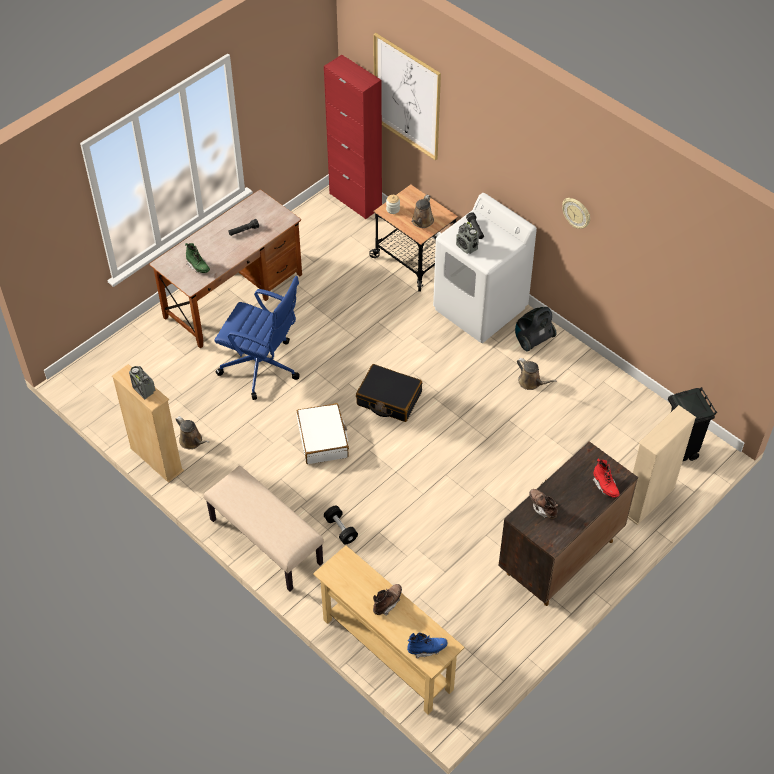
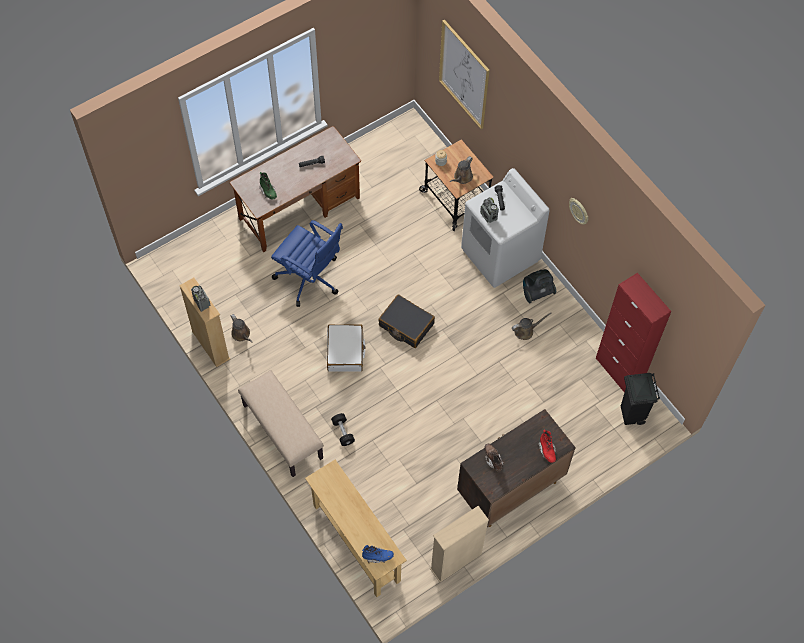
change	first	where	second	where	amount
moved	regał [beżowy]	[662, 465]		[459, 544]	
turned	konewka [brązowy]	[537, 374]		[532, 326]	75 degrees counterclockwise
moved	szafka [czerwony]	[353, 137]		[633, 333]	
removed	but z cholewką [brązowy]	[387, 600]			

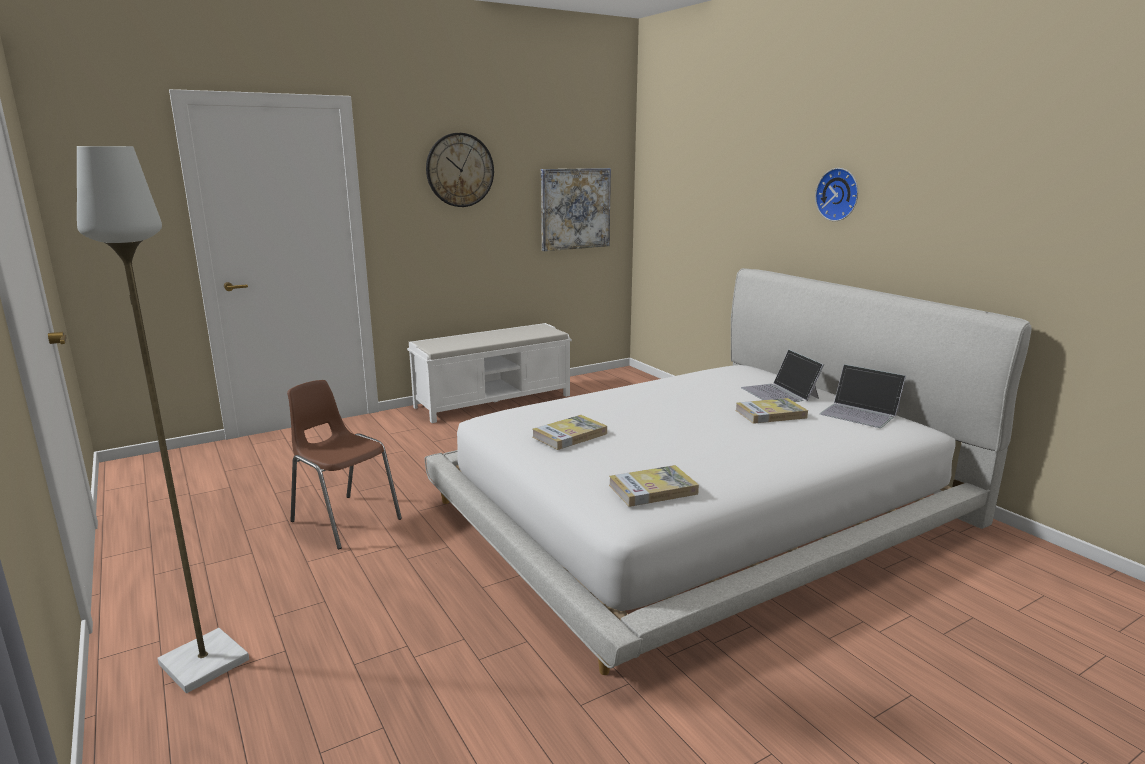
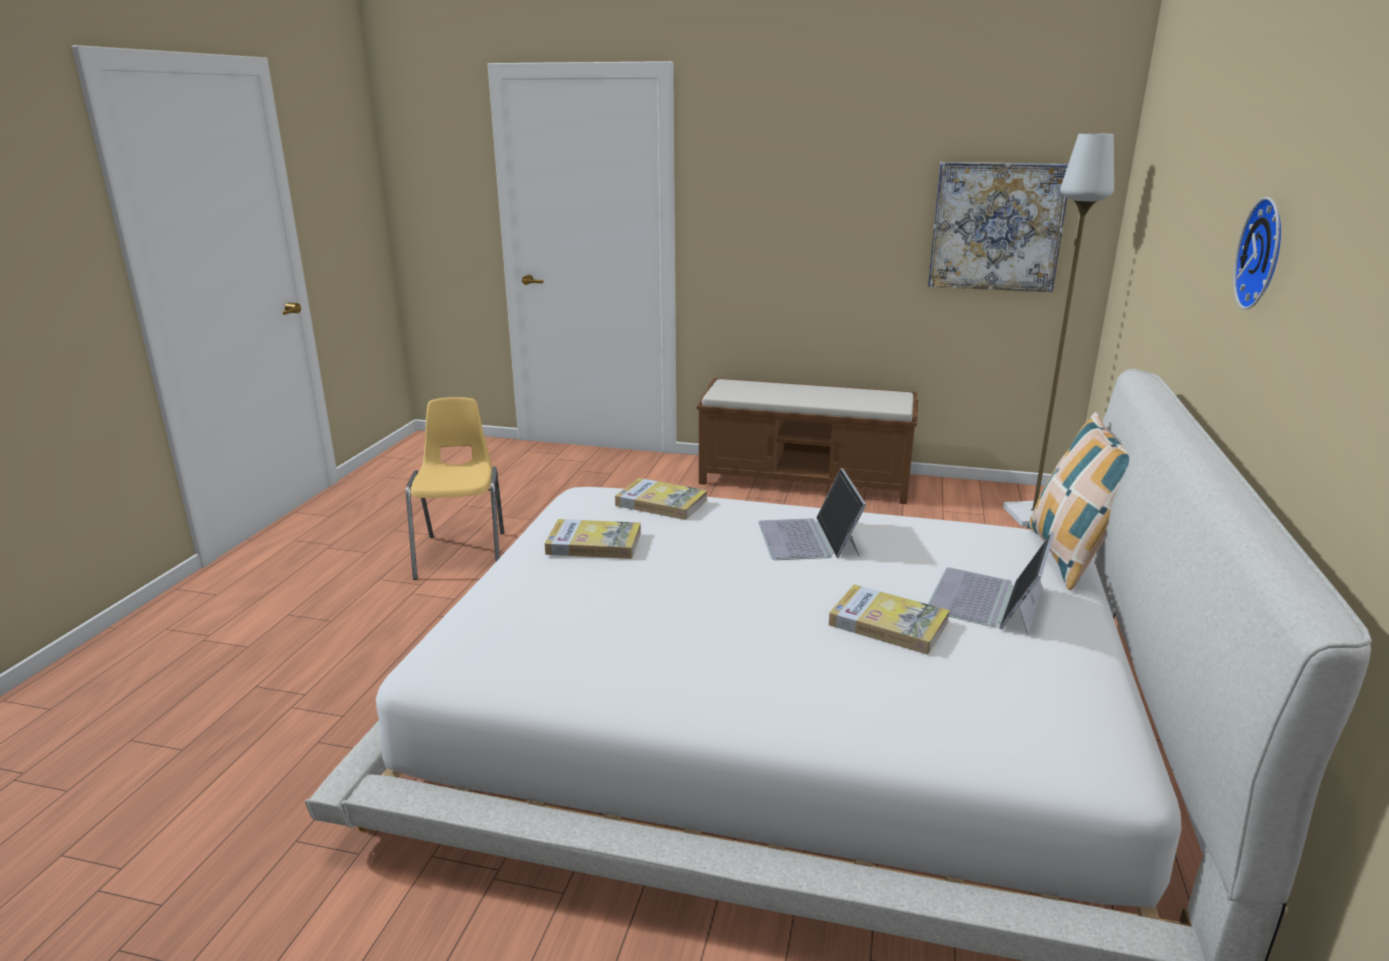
change	first	where	second	where	amount
recoloured	krzesło [brązowy]	[344, 465]	krzesło [żółty]	[455, 488]	
moved	książka	[654, 486]		[661, 499]	
recoloured	ławka [biały]	[489, 373]	ławka [brązowy]	[807, 441]	
moved	laptop	[862, 396]		[812, 514]	
moved	lampa stojąca [szary]	[163, 419]		[1058, 330]	
added			poduszka	[1078, 501]	
removed	zegar ścienny	[460, 170]			

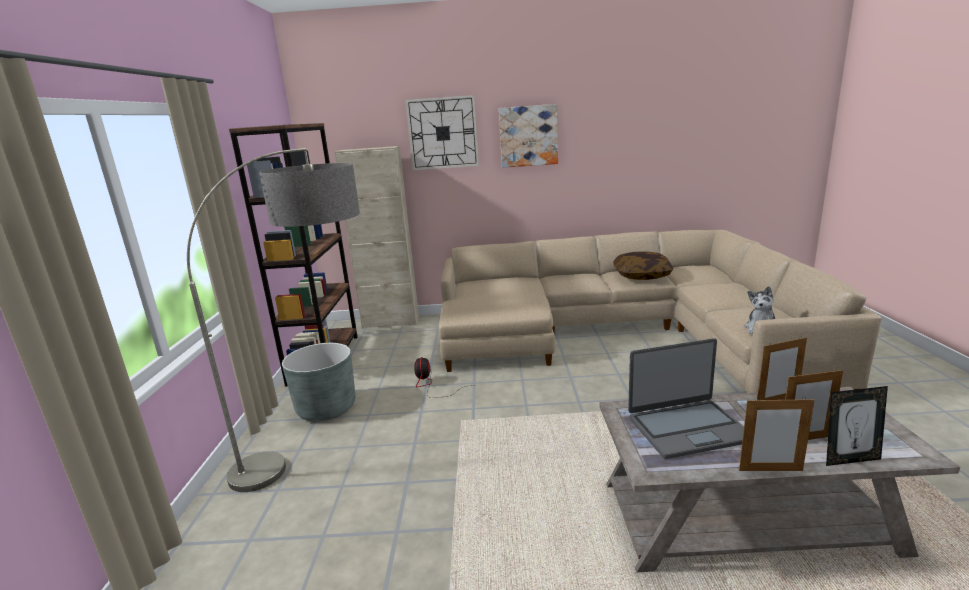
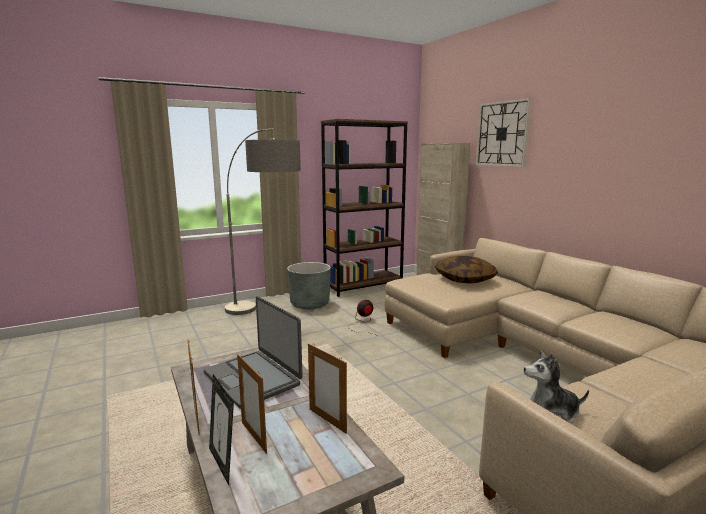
change	first	where	second	where	amount
moved	poduszka	[643, 265]		[466, 269]	
removed	obraz	[528, 136]			

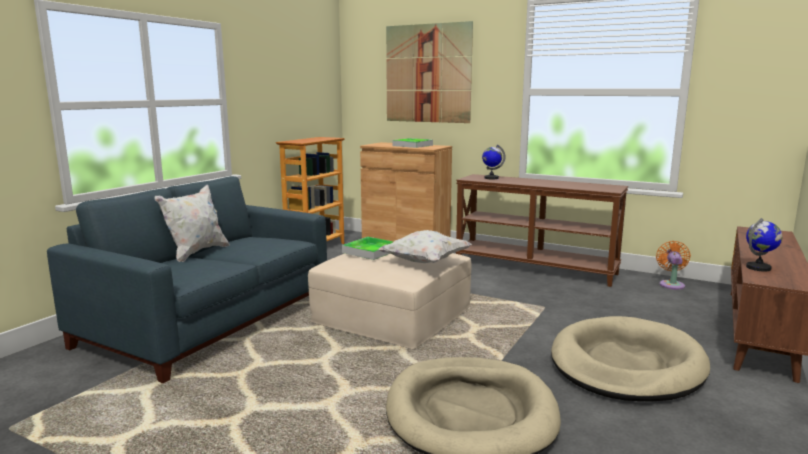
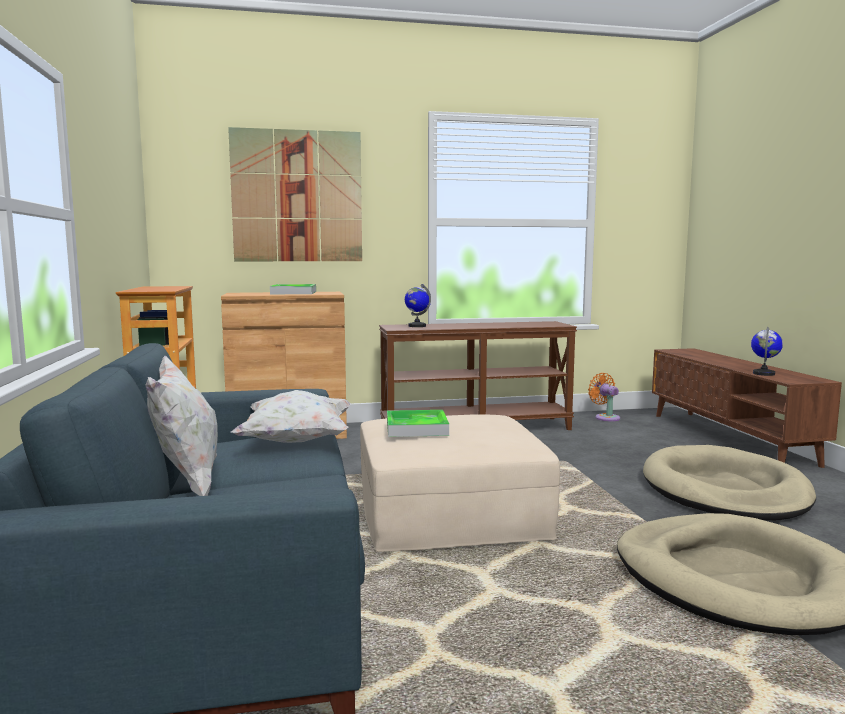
change	first	where	second	where	amount
moved	poduszka [biały]	[425, 246]		[291, 416]	

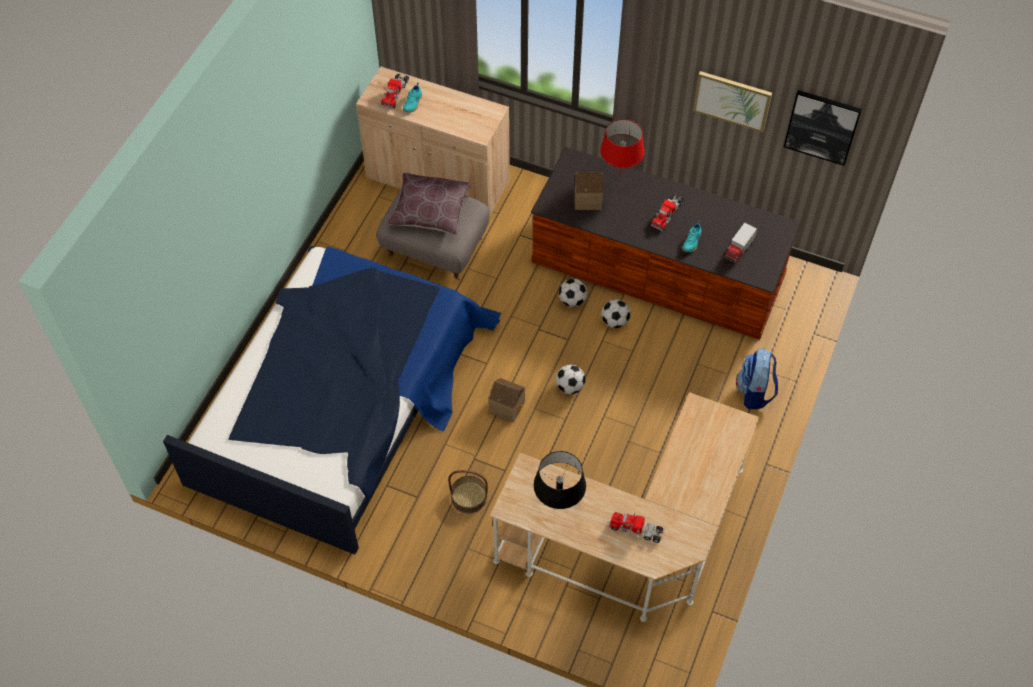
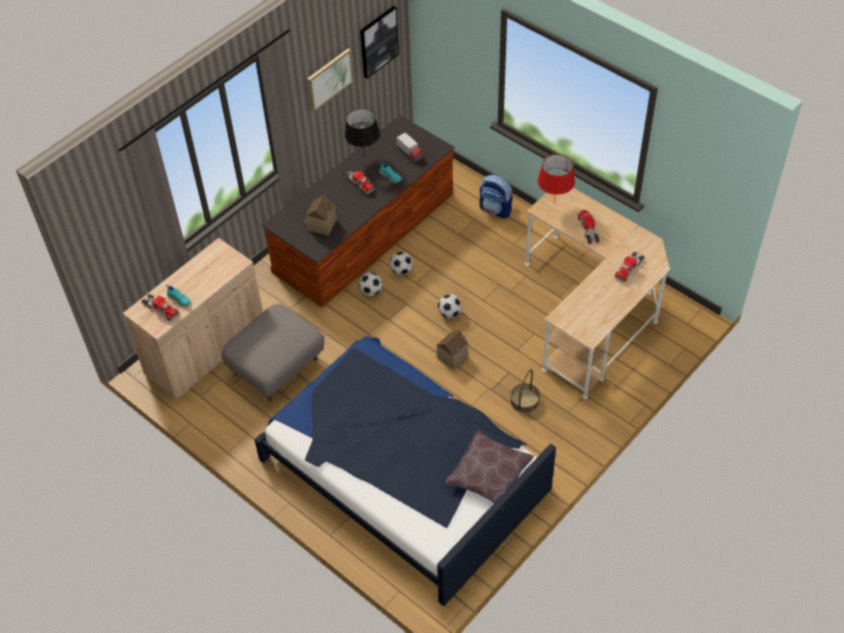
change	first	where	second	where	amount
moved	lampa stołowa [czarny]	[560, 480]		[362, 133]	
moved	poduszka [brązowy]	[429, 204]		[489, 470]	
moved	lampa stołowa [czerwony]	[622, 146]		[556, 179]	
added			ciężarówka zabawkowa	[588, 227]	

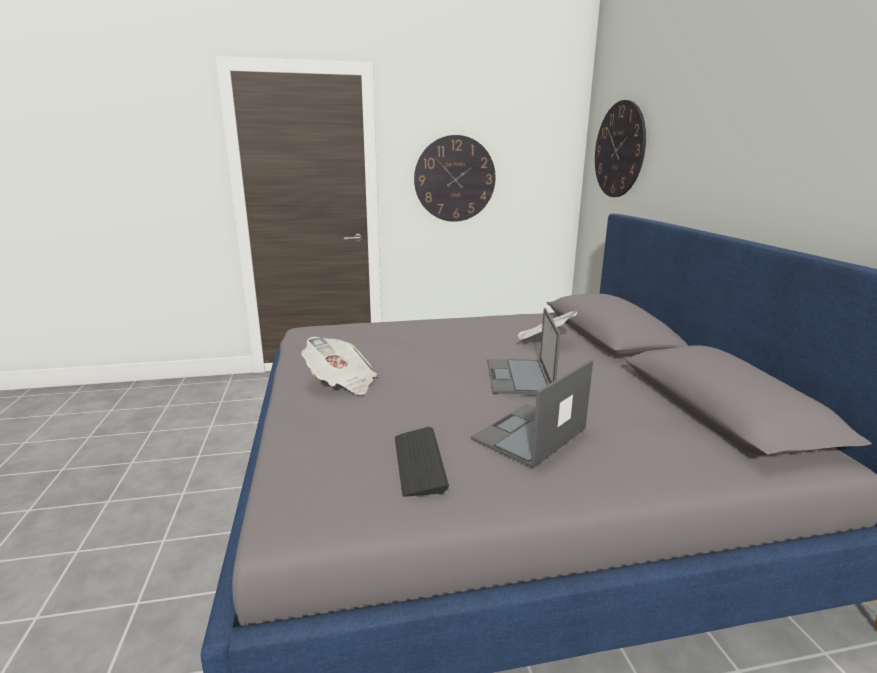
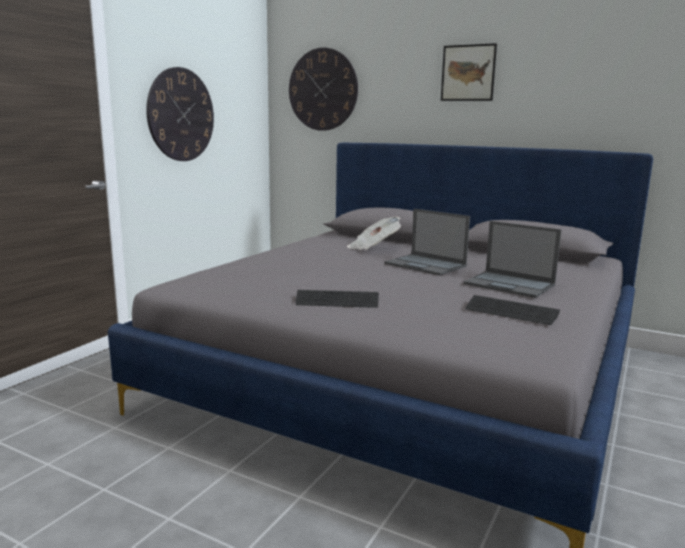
change	first	where	second	where	amount
replaced	gazeta	[339, 366]	klawiatura	[337, 299]	
added			obraz	[469, 72]	
turned	laptop	[532, 414]		[512, 259]	45 degrees counterclockwise

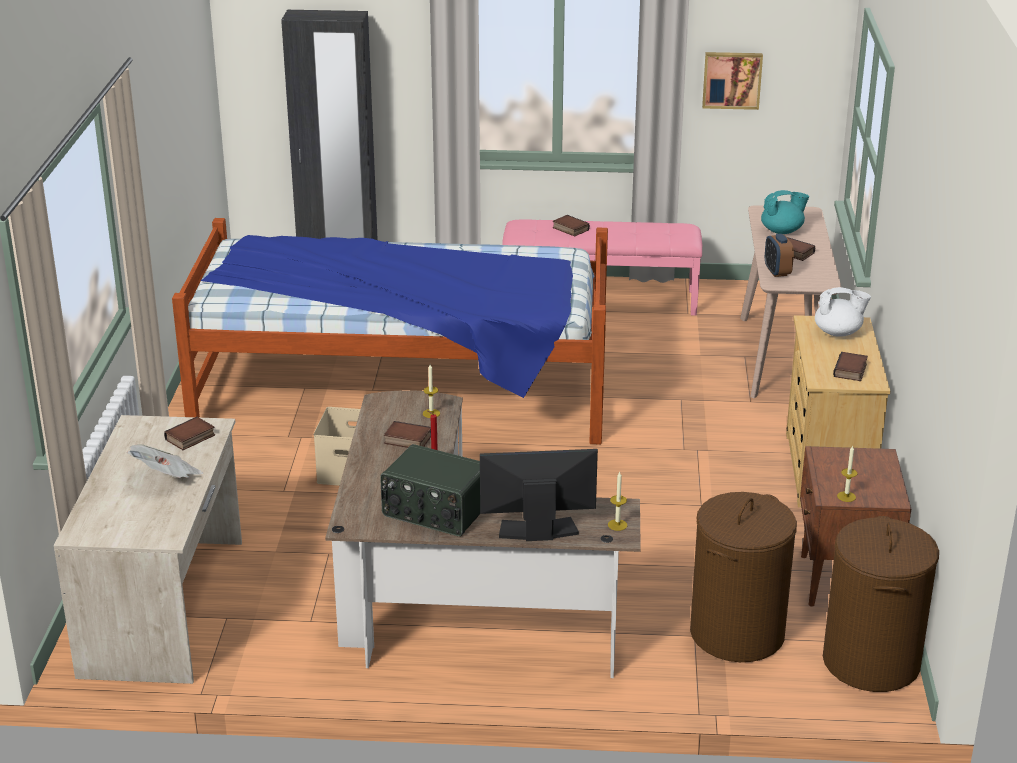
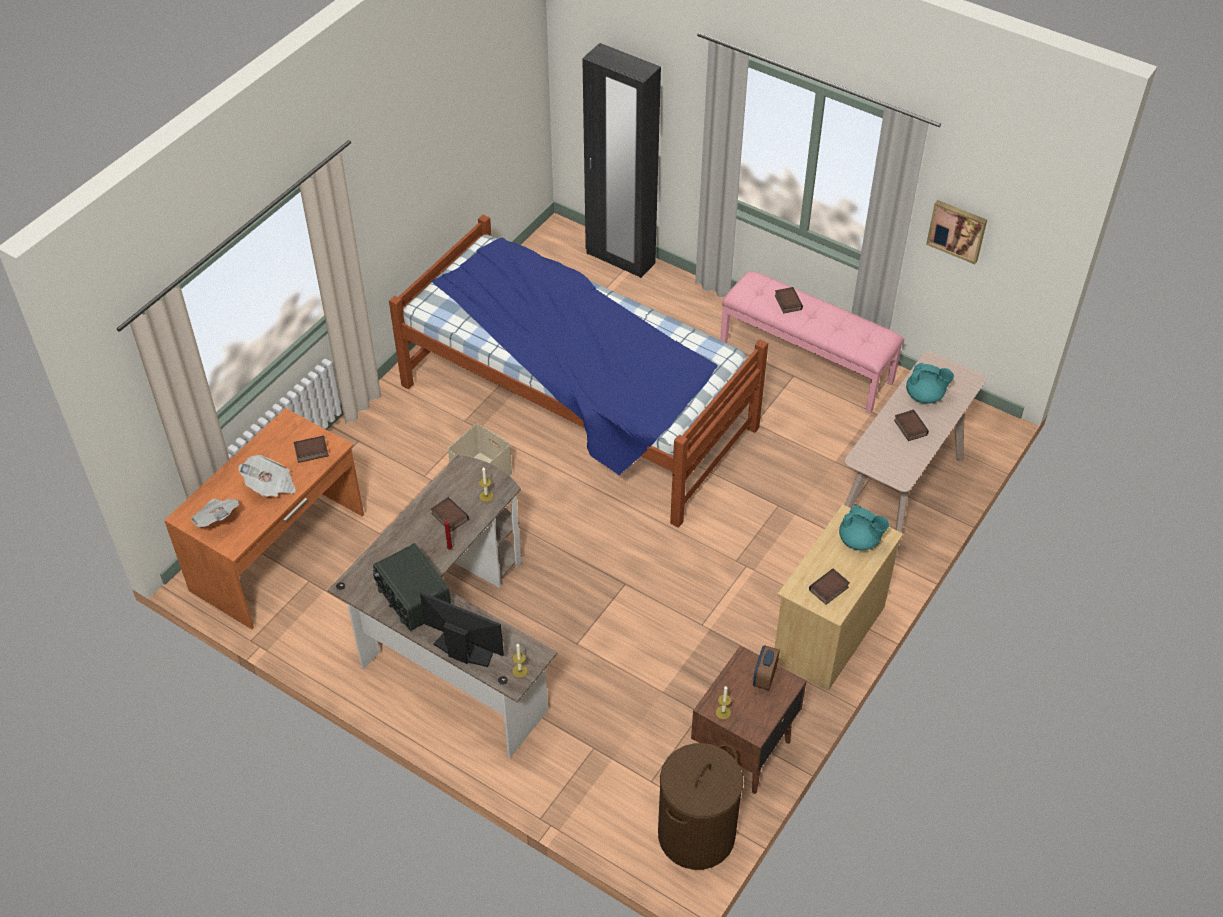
change	first	where	second	where	amount
recoloured	biurko [beżowy]	[148, 549]	biurko [pomarańczowy]	[264, 518]	
added			gazeta	[214, 513]	
moved	budzik	[779, 255]		[766, 667]	
recoloured	imbryk [biały]	[843, 312]	imbryk [turkusowy]	[864, 527]	
removed	kosz na pranie [brązowy]	[743, 577]			

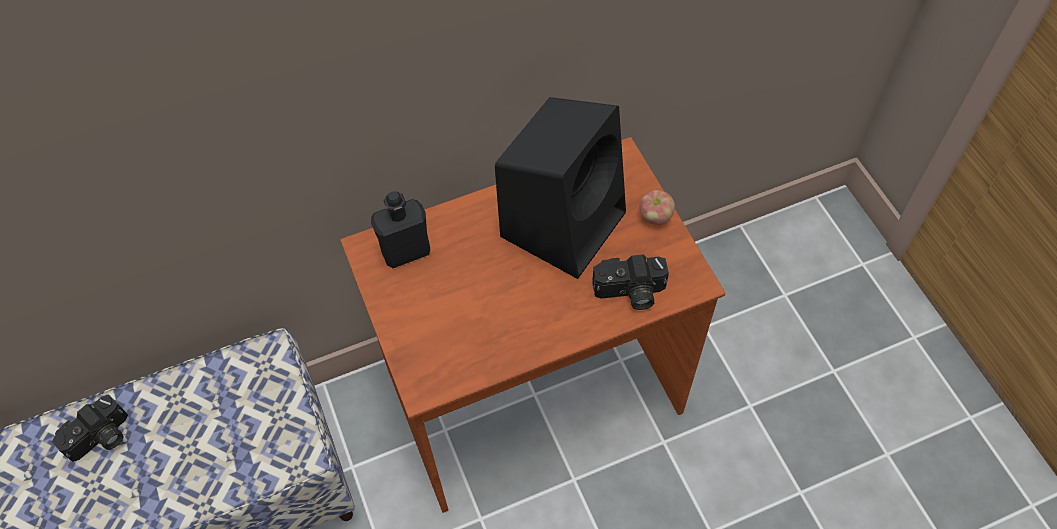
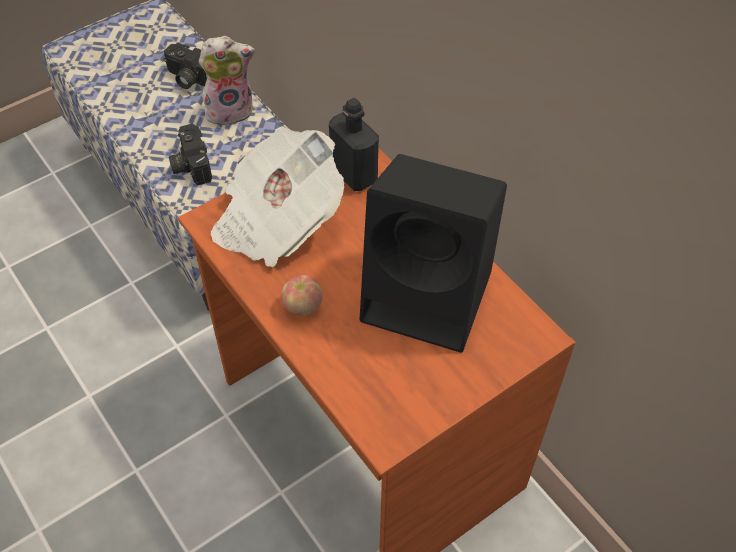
change	first	where	second	where	amount
moved	aparat fotograficzny	[630, 282]		[190, 154]	
added			pluszak	[227, 81]	
added			gazeta	[277, 197]	
moved	jabłko	[657, 207]		[302, 295]	

